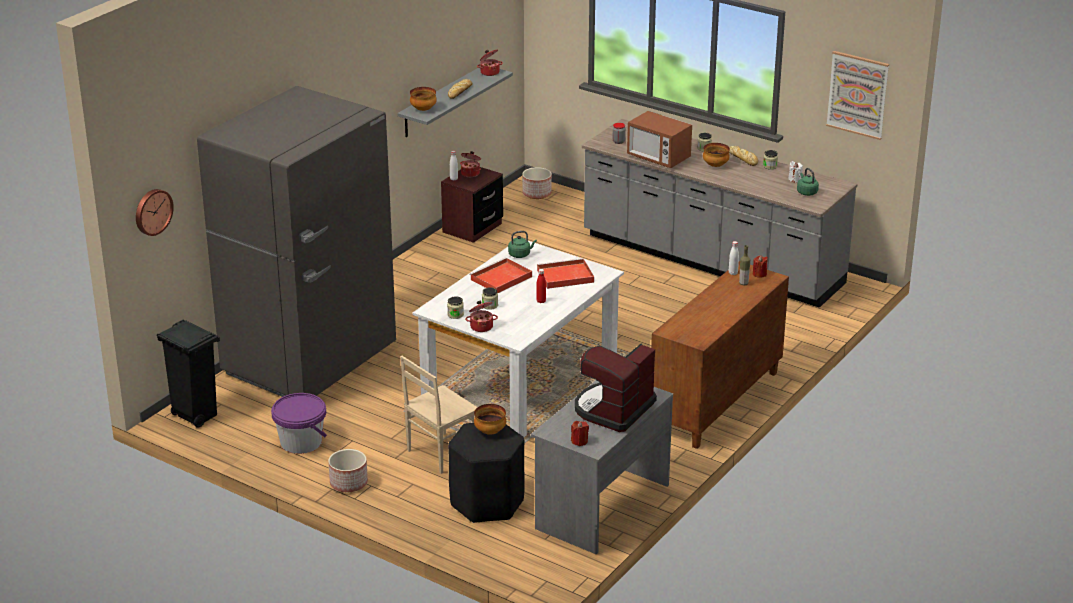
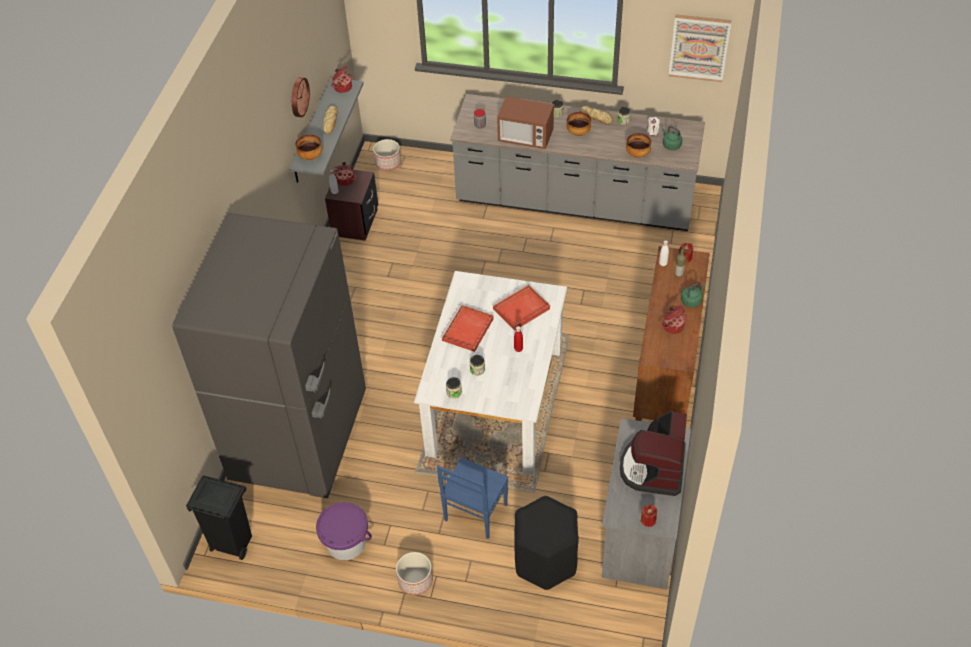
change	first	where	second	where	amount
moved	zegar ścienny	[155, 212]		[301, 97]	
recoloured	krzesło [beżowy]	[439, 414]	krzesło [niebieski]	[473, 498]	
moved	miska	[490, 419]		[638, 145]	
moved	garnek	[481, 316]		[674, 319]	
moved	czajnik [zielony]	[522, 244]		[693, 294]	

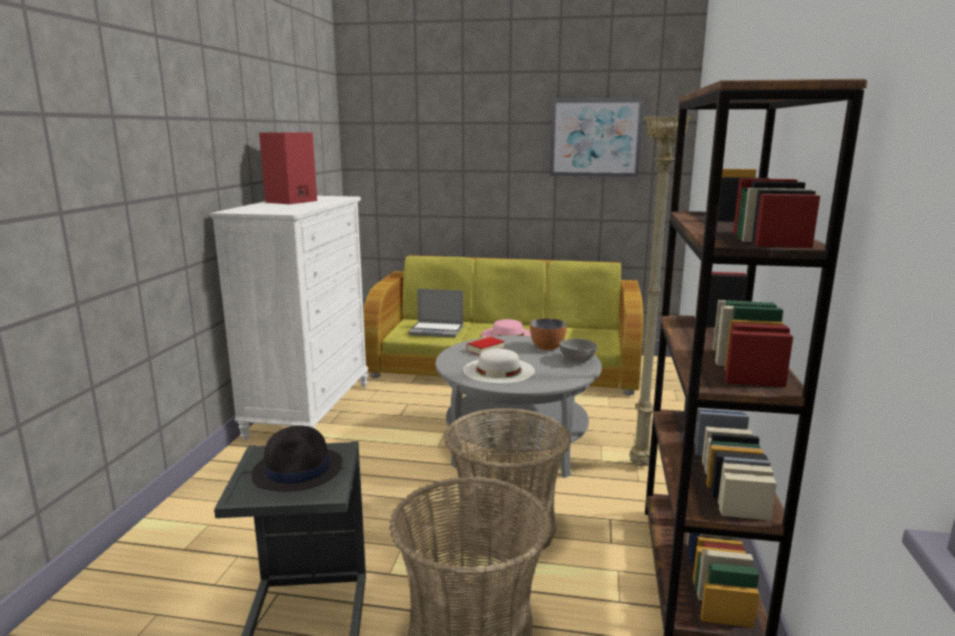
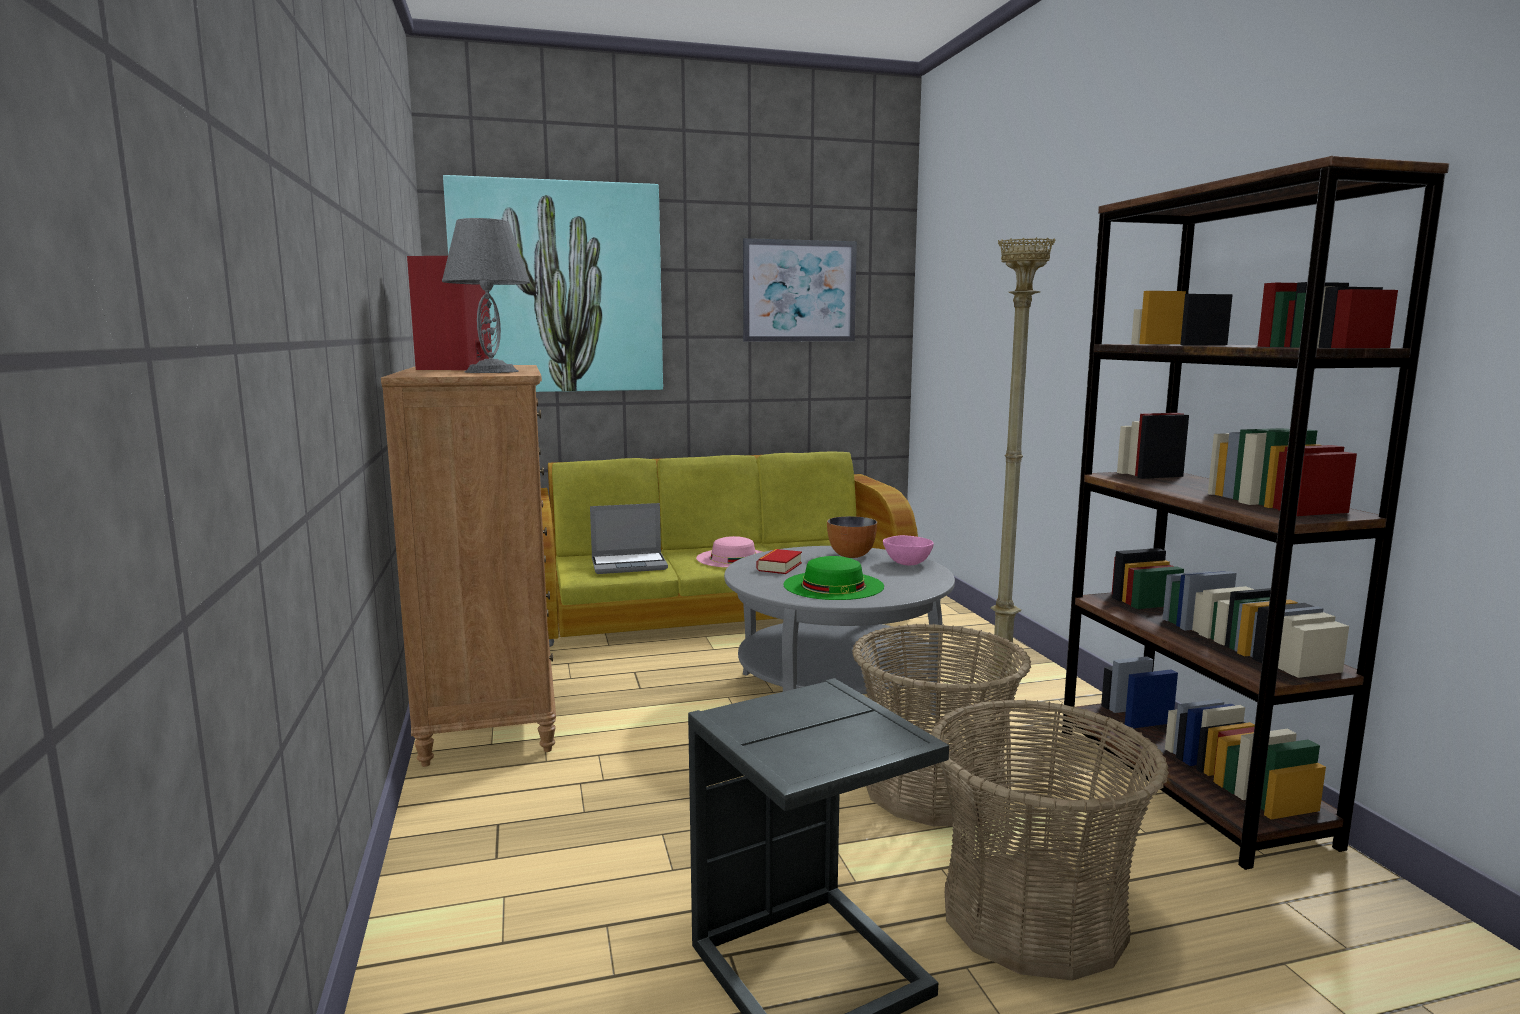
change	first	where	second	where	amount
recoloured	komoda [biały]	[289, 318]	komoda [brązowy]	[468, 566]	
added			lampa stołowa [szary]	[486, 295]	
added			obraz	[553, 283]	
recoloured	kapelusz [biały]	[499, 366]	kapelusz [zielony]	[833, 578]	
recoloured	miska [szary]	[578, 350]	miska [różowy]	[908, 550]	
removed	kapelusz [czarny]	[297, 458]			

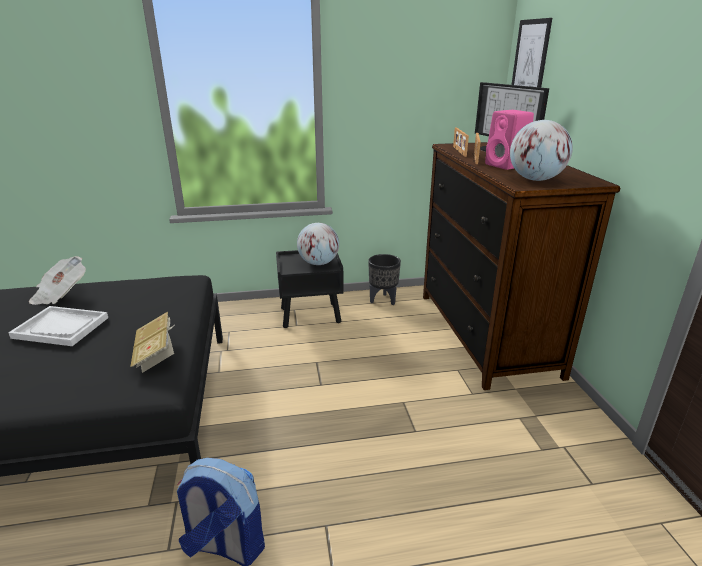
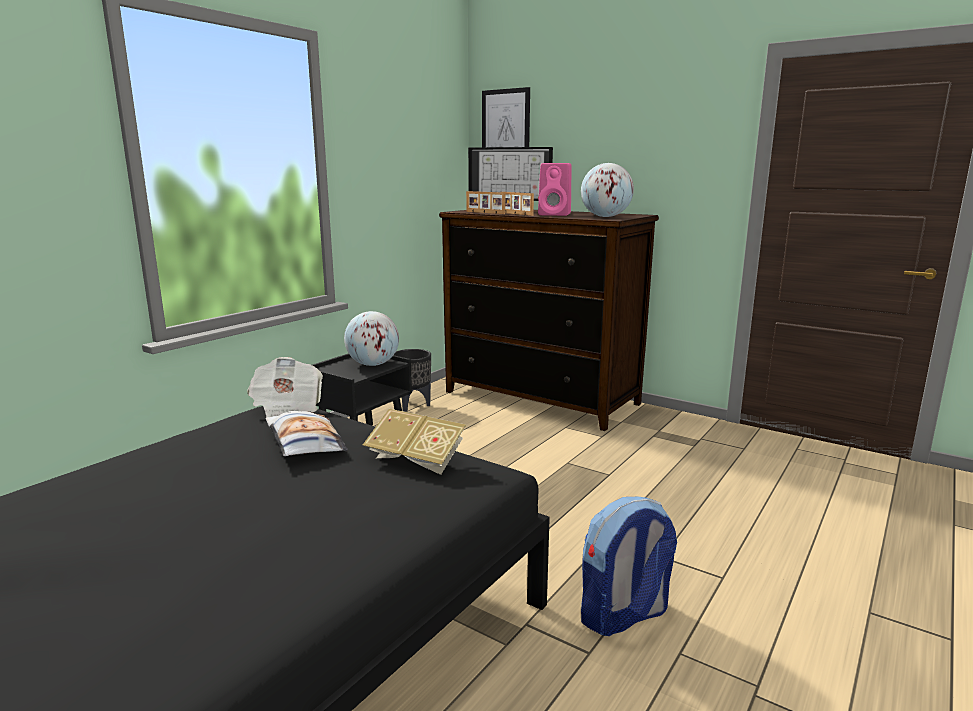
change	first	where	second	where	amount
moved	gazeta	[57, 280]		[285, 387]	
added			poduszka	[307, 433]	
removed	taca [biały]	[58, 326]			

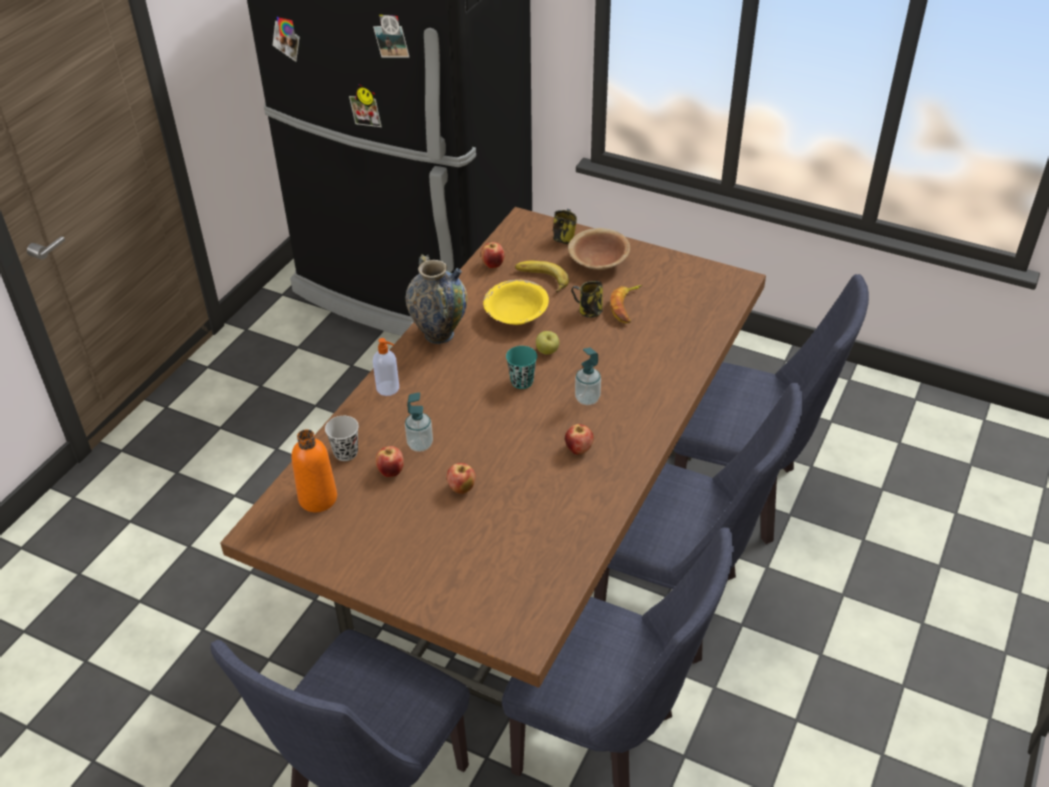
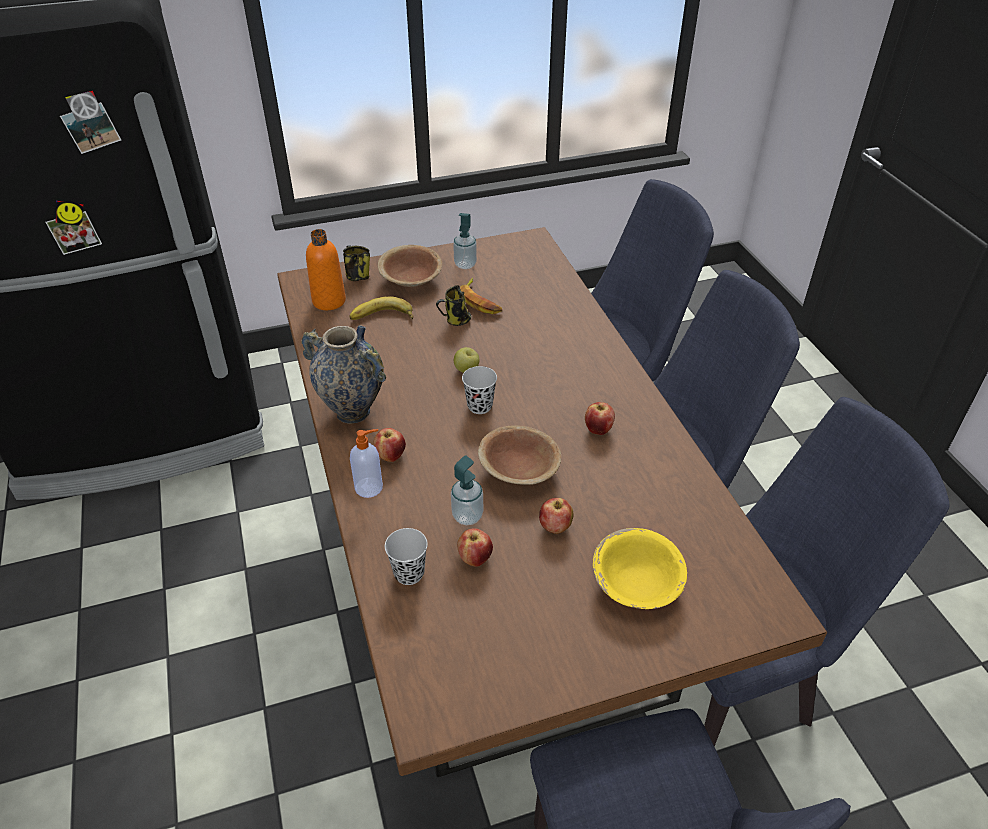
change	first	where	second	where	amount
moved	butelka [pomarańczowy]	[314, 470]		[326, 269]	
moved	jabłko	[492, 255]		[389, 445]	
moved	dozownik mydła	[588, 376]		[465, 241]	
recoloured	filiżanka [turkusowy]	[521, 367]	filiżanka [czarny]	[479, 390]	
added			miska [brązowy]	[519, 455]	
moved	miska [żółty]	[516, 302]		[640, 568]	

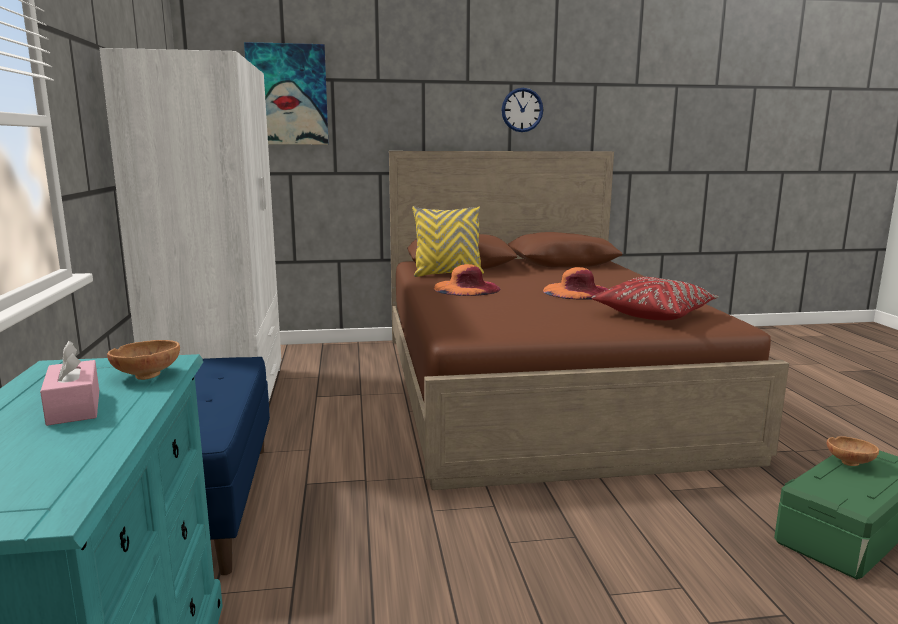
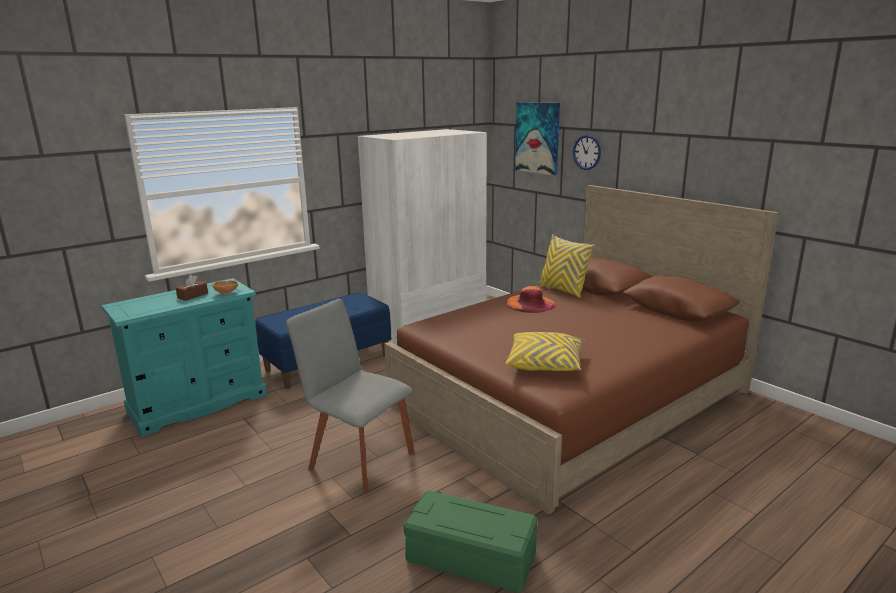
change	first	where	second	where	amount
recoloured	pudełko chusteczek [różowy]	[69, 383]	pudełko chusteczek [brązowy]	[192, 288]	
added			krzesło [szary]	[350, 396]	
recoloured	poduszka [czerwony]	[655, 298]	poduszka [żółty]	[545, 351]	
moved	zegar ścienny	[522, 110]		[587, 152]	
removed	kapelusz [pomarańczowy]	[575, 283]			
removed	miska [brązowy]	[853, 451]			

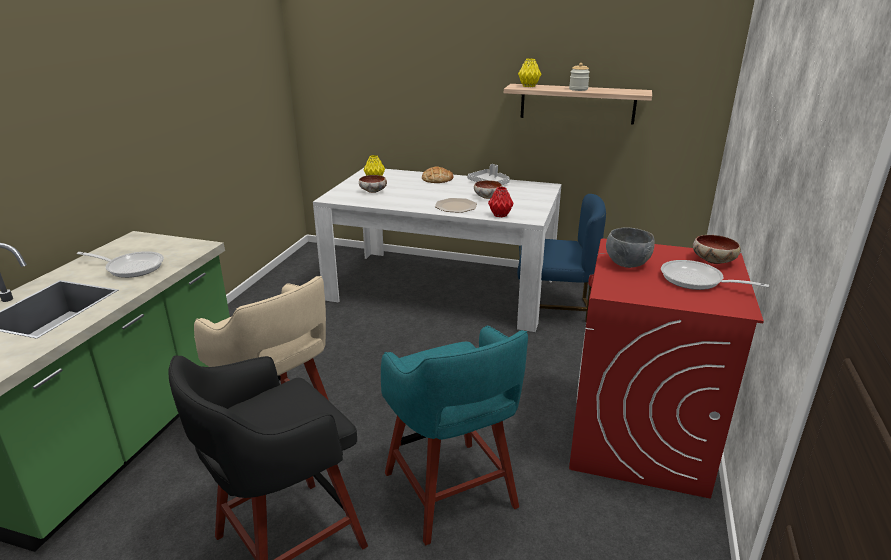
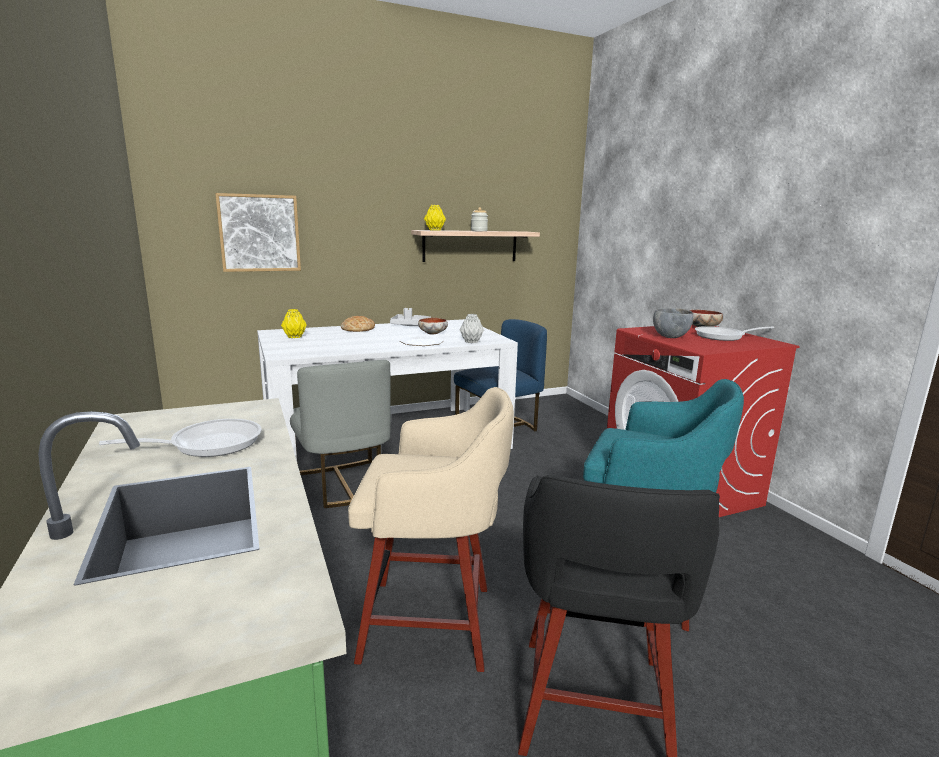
change	first	where	second	where	amount
added			obraz	[258, 232]	
added			krzesło [szary]	[340, 434]	
recoloured	wazon [czerwony]	[500, 202]	wazon [szary]	[472, 328]	
removed	miska	[373, 184]			

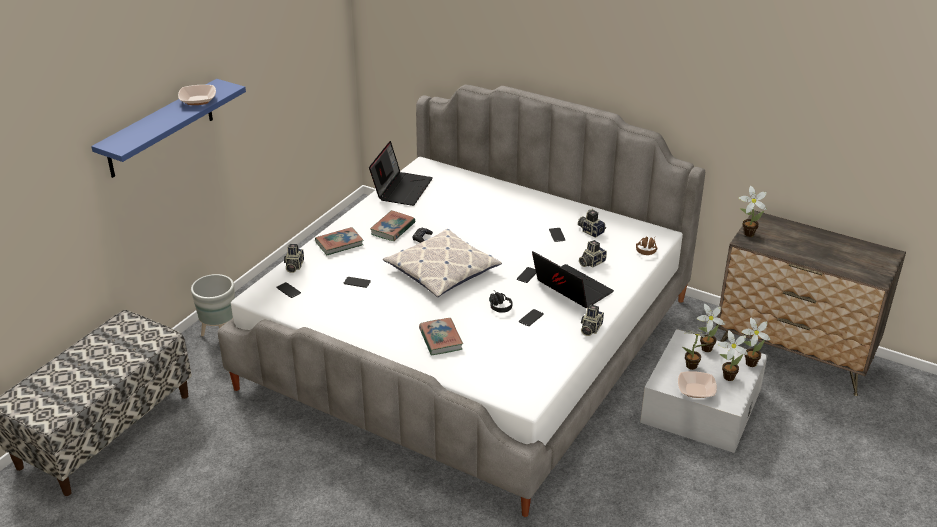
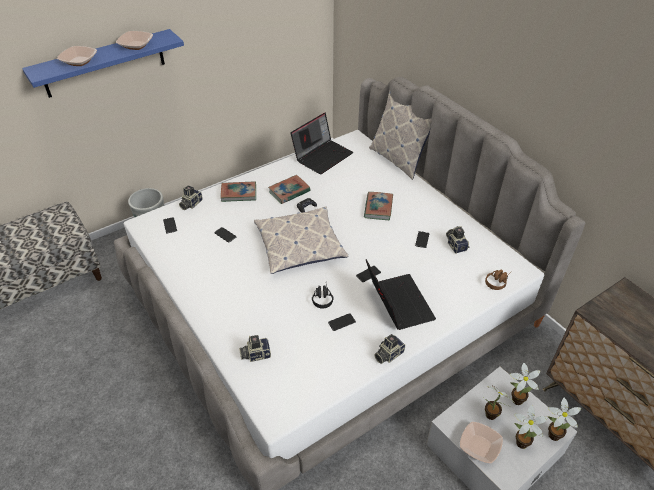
change	first	where	second	where	amount
added			miska	[77, 56]	
moved	aparat fotograficzny	[593, 254]		[255, 348]	
moved	książka	[441, 336]		[378, 206]	
added			poduszka	[400, 135]	
removed	roślina doniczkowa	[753, 211]			

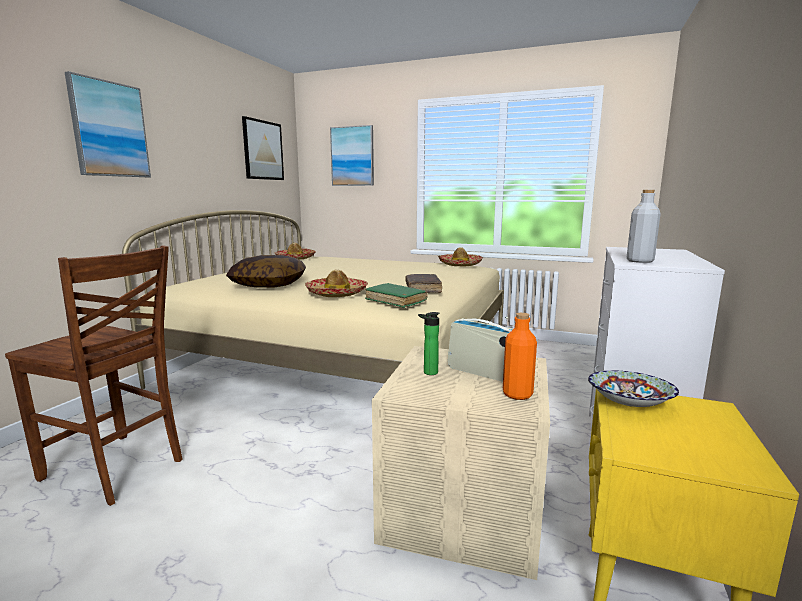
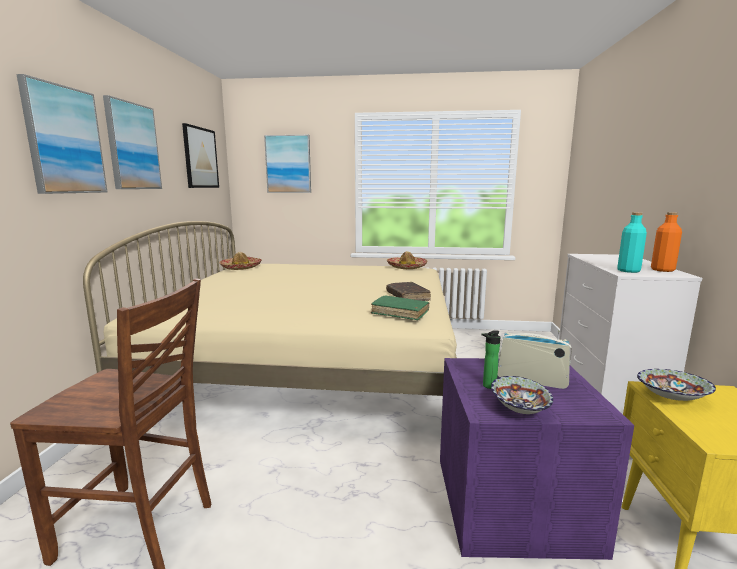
change	first	where	second	where	amount
added			obraz	[132, 142]	
recoloured	pojemnik do przechowywania [beżowy]	[461, 463]	pojemnik do przechowywania [fioletowy]	[537, 459]	
added			miska	[522, 395]	
recoloured	butelka [szary]	[643, 226]	butelka [turkusowy]	[632, 242]	
moved	butelka [pomarańczowy]	[520, 356]		[666, 242]	
removed	poduszka	[266, 271]			
removed	kapelusz	[336, 283]			

